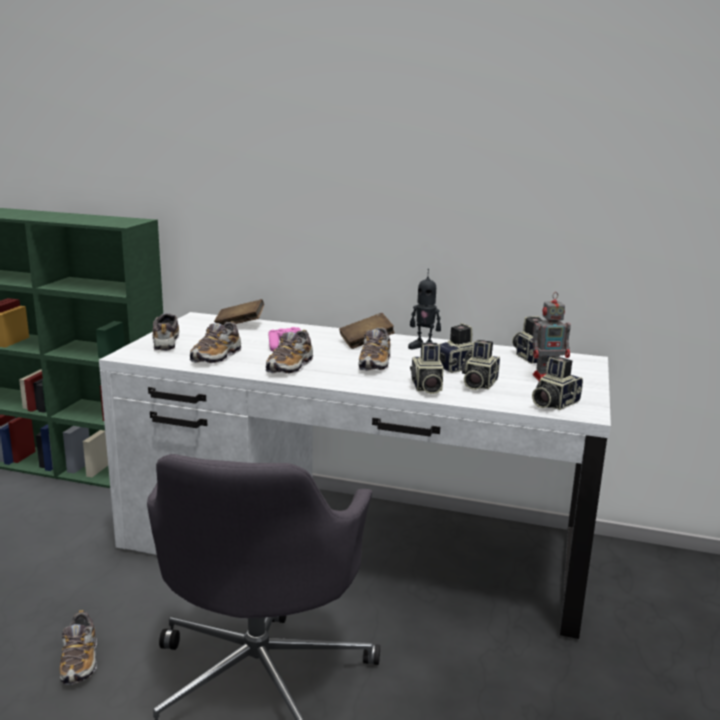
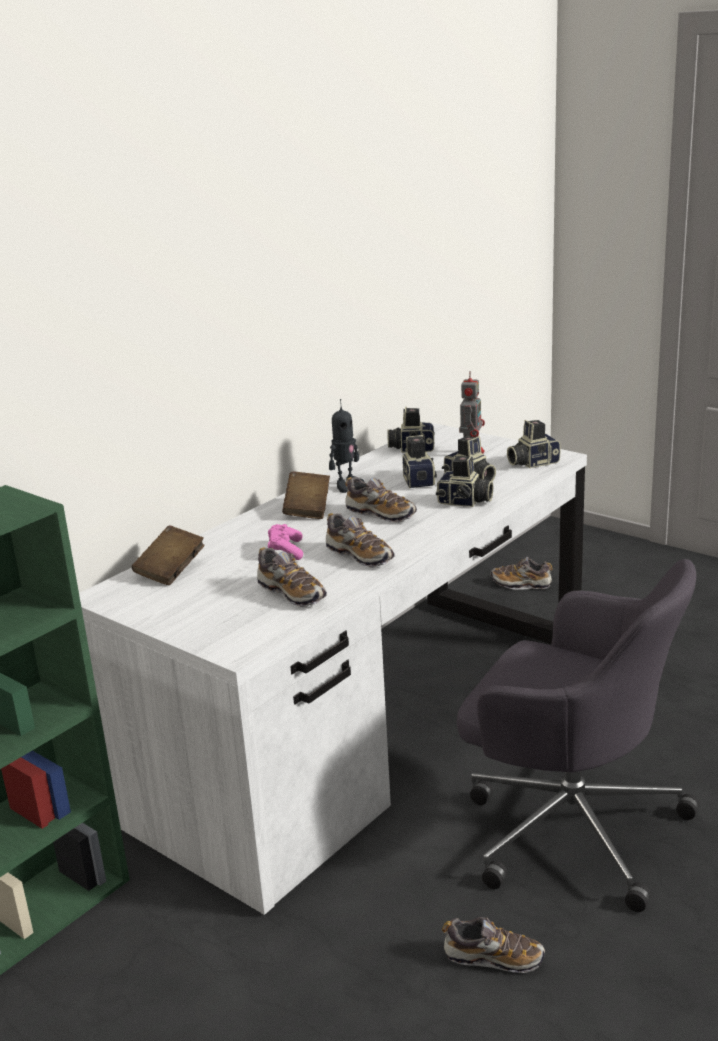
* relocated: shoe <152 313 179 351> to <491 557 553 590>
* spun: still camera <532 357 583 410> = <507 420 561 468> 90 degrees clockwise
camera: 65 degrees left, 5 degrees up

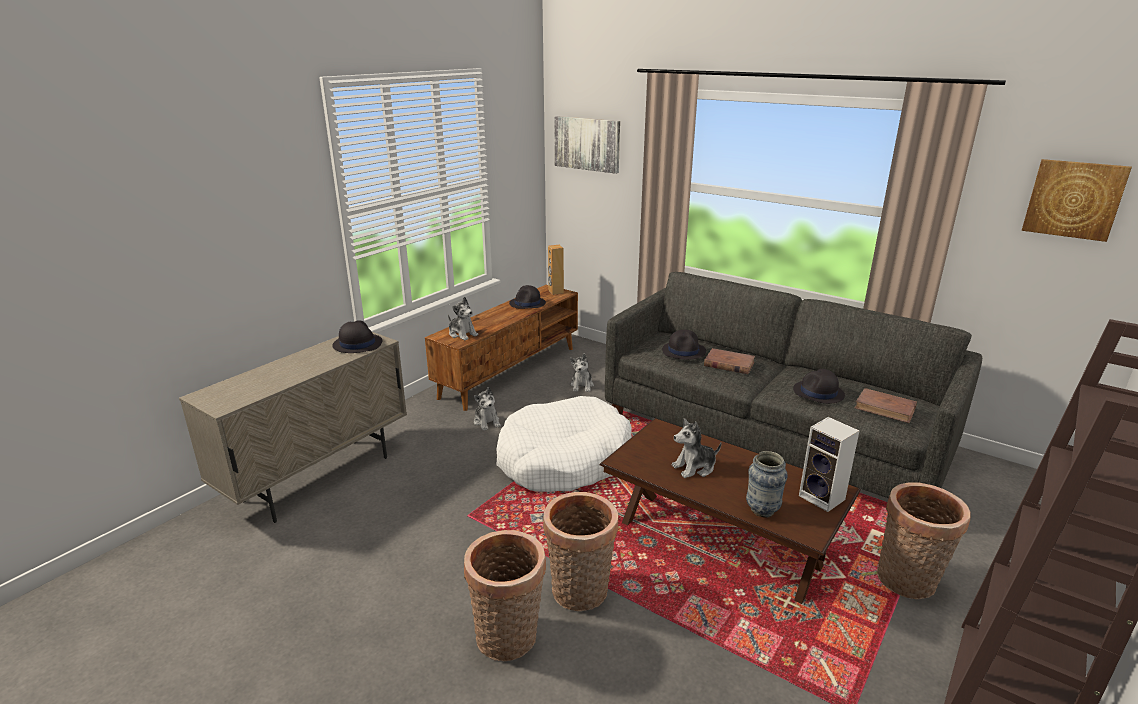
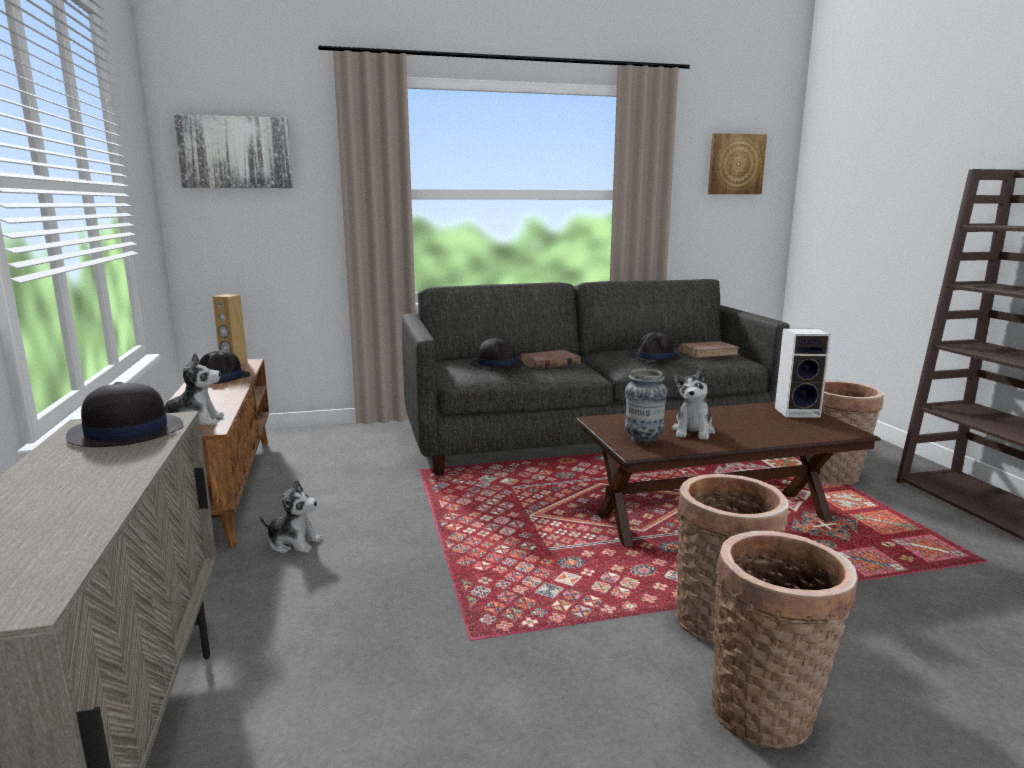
* missing: white-coloured pet bed <496 396 632 492>
* missing: plush toy <570 354 594 392>
* relocated: decorative vase <746 451 788 518> to <625 369 668 444>
camera: 50 degrees left, 10 degrees down

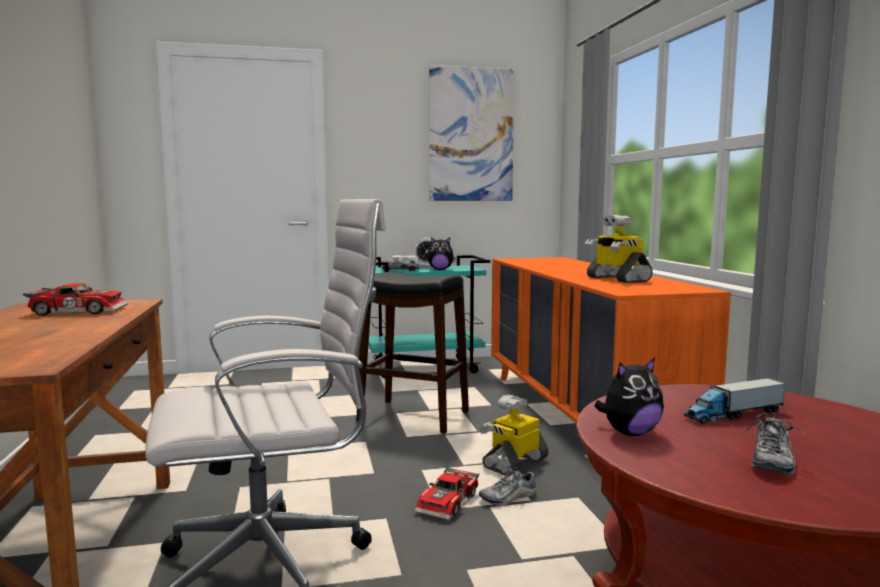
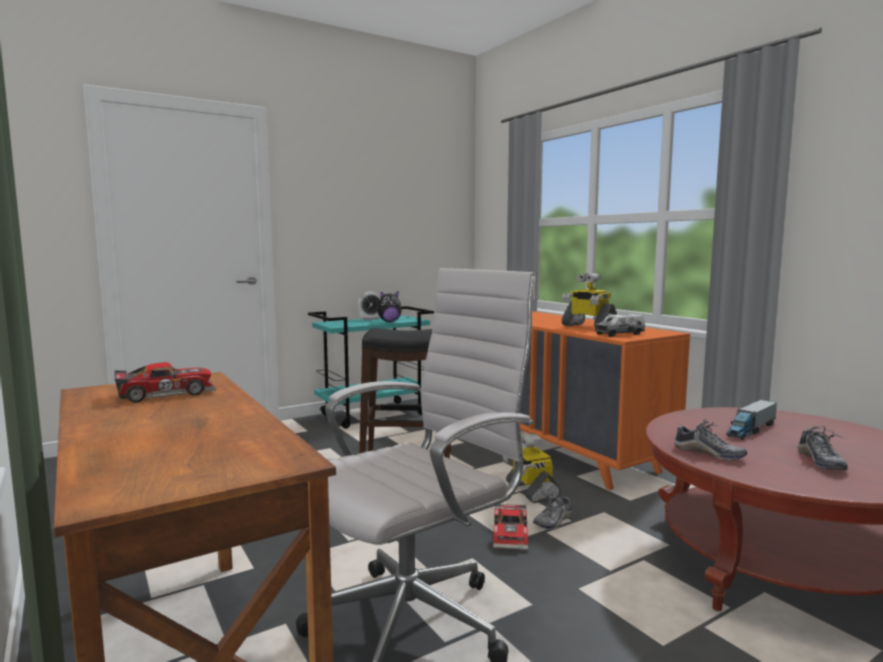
* missing: picture <429 65 515 201>
* relocated: model truck <382 255 419 272> to <595 314 645 337>
* exchanged: plush toy <594 358 664 436> to shoe <674 419 747 460>
* spun: model robot <480 395 549 475> = <502 434 561 503> 45 degrees counterclockwise
camera: 20 degrees left, 0 degrees up

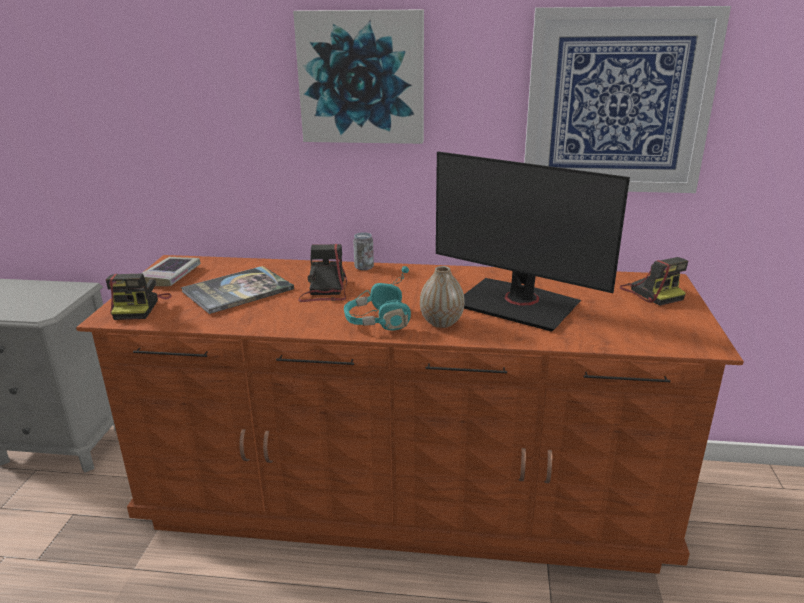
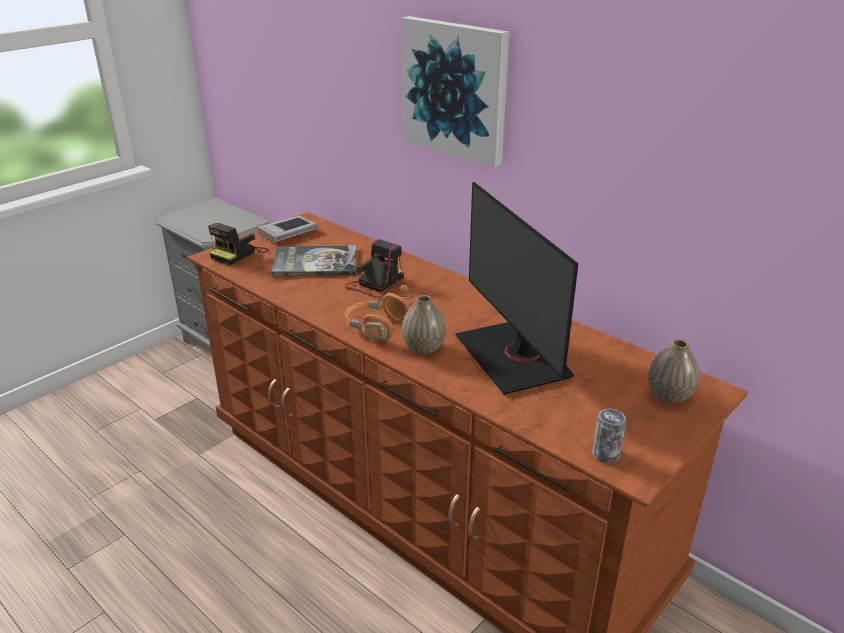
* missing: picture <524 6 731 193>
* relocated: sealed can <353 232 374 270> to <592 409 626 463>
* exchanged: still camera <619 257 688 306> to decorative vase <648 339 700 403>
* colour: turquoise-coloured headset <344 266 411 330> to orange headset <345 285 413 341>
camera: 35 degrees right, 5 degrees up

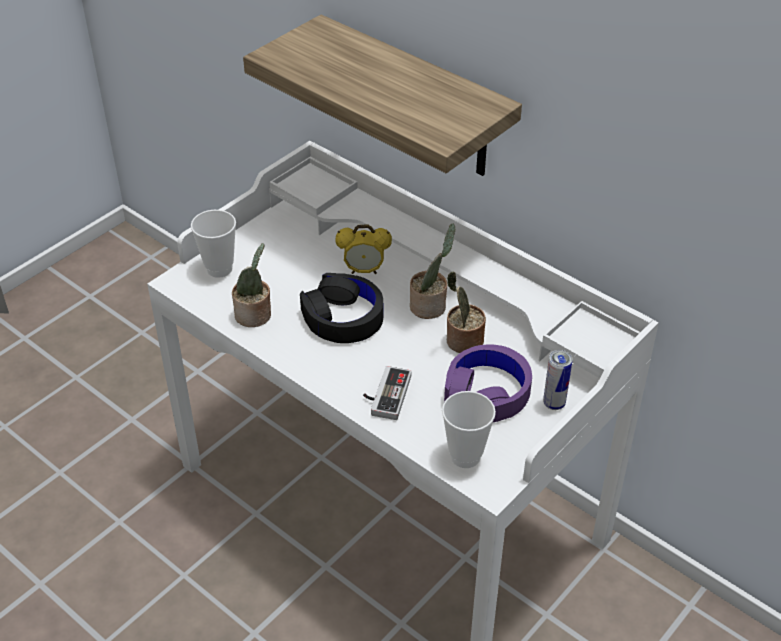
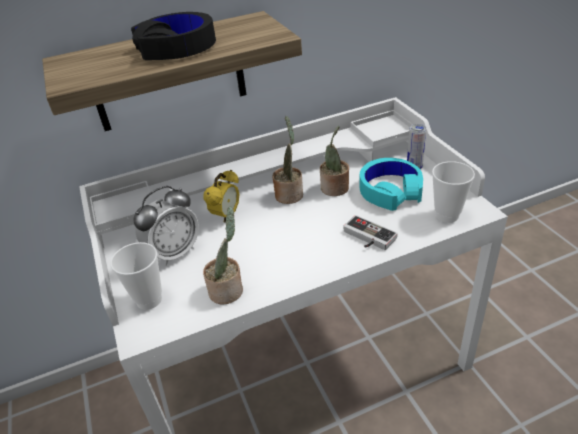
* appeared: table clock <133 186 199 266>
* relocated: blackish headset <300 273 383 343> to <131 12 216 60>
* colour: purple headset <444 344 532 422> to turquoise-coloured headset <360 158 423 211>
camera: 60 degrees left, 5 degrees down

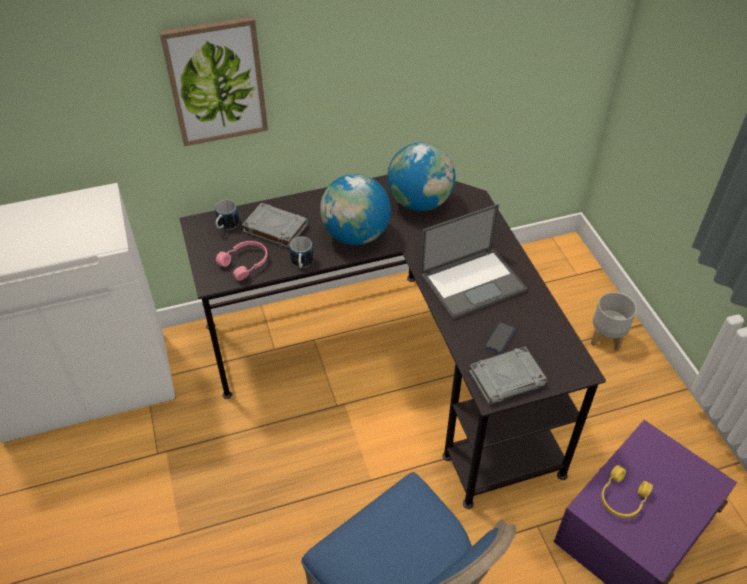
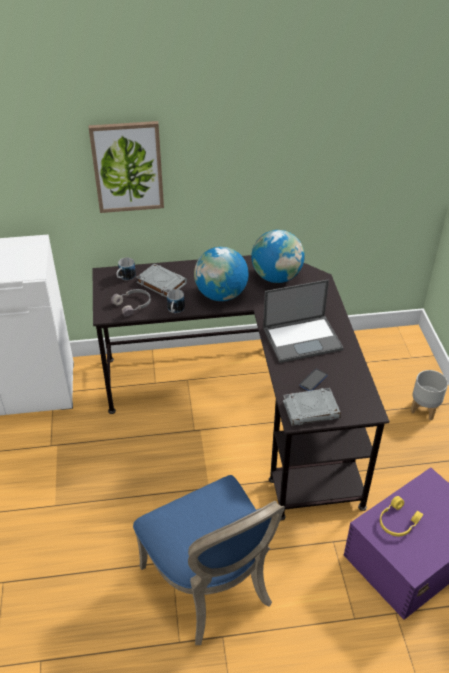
* colour: pinkish headset <216 241 267 281> to greyish headset <111 289 151 317>
camera: 10 degrees right, 5 degrees down

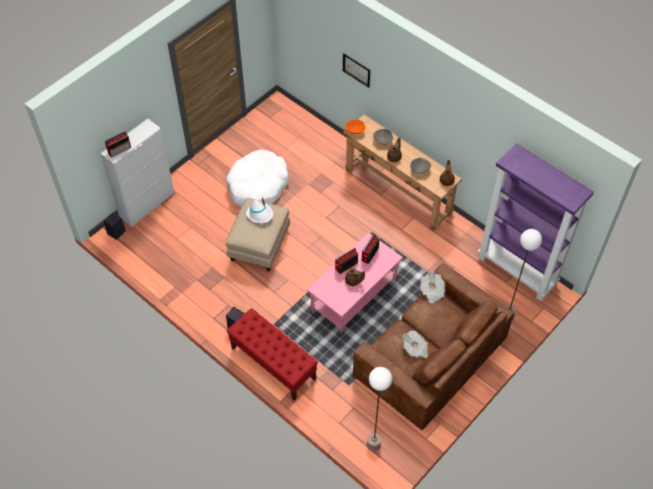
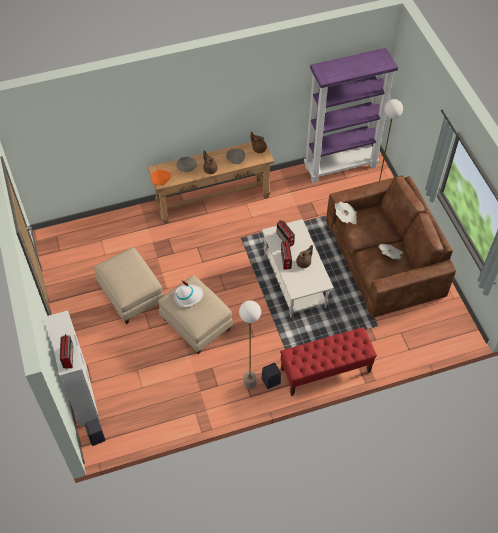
* missing: picture <343 53 370 88>
* relocated: standing lamp <367 367 392 452> to <239 300 261 389>
* exchanged: white-coloured pet bed <226 150 289 207> to sand-coloured footrest <94 247 164 324>
* colour: pinkish coffee table <307 232 403 334> to white-coloured coffee table <262 219 334 318>
camera: 60 degrees left, 0 degrees up

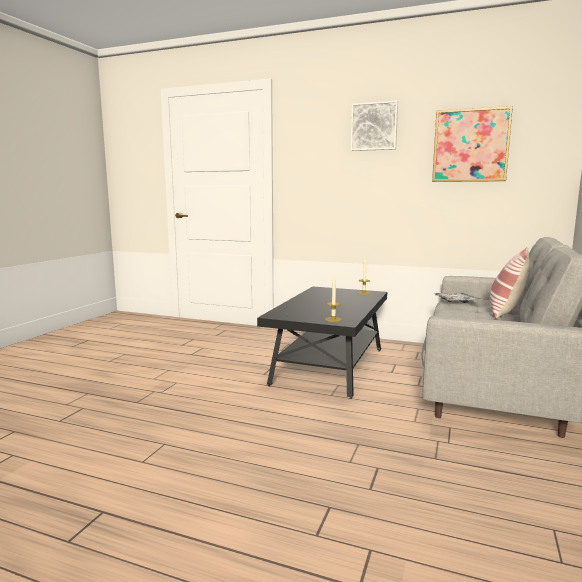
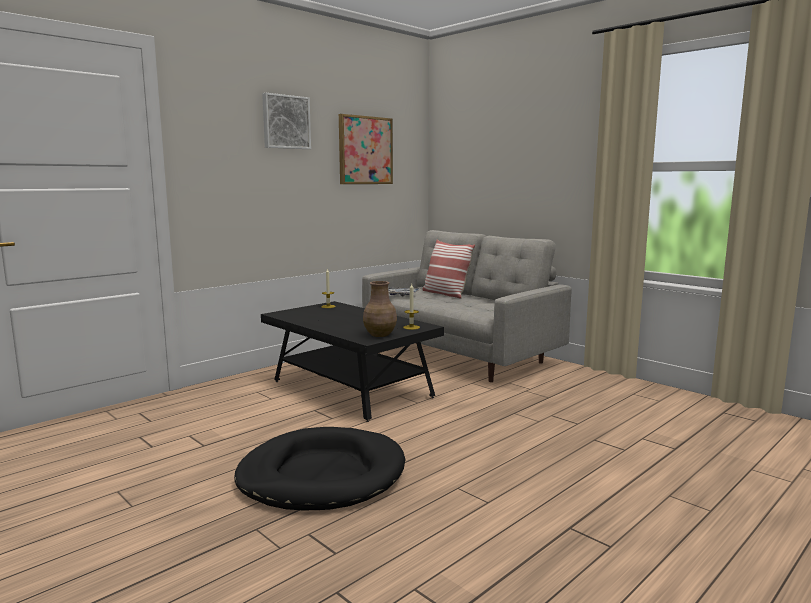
* appeared: blackish pet bed <234 427 406 510>
* appeared: brown-coloured decorative vase <363 281 397 337>
camera: 65 degrees left, 0 degrees up

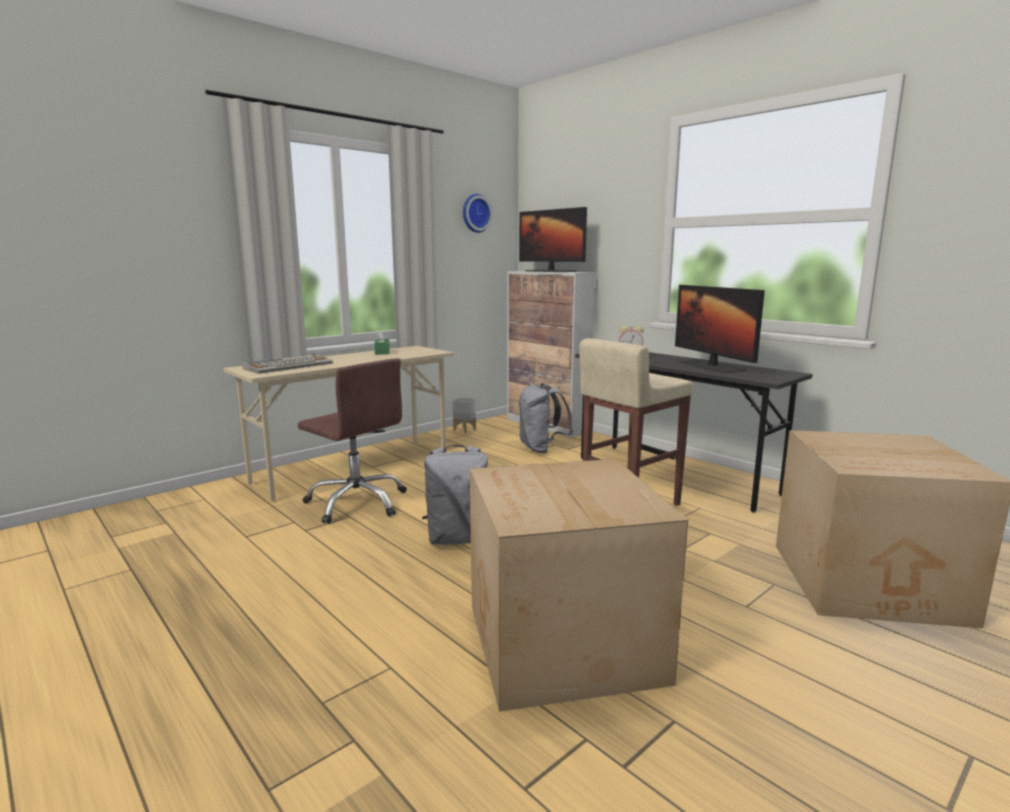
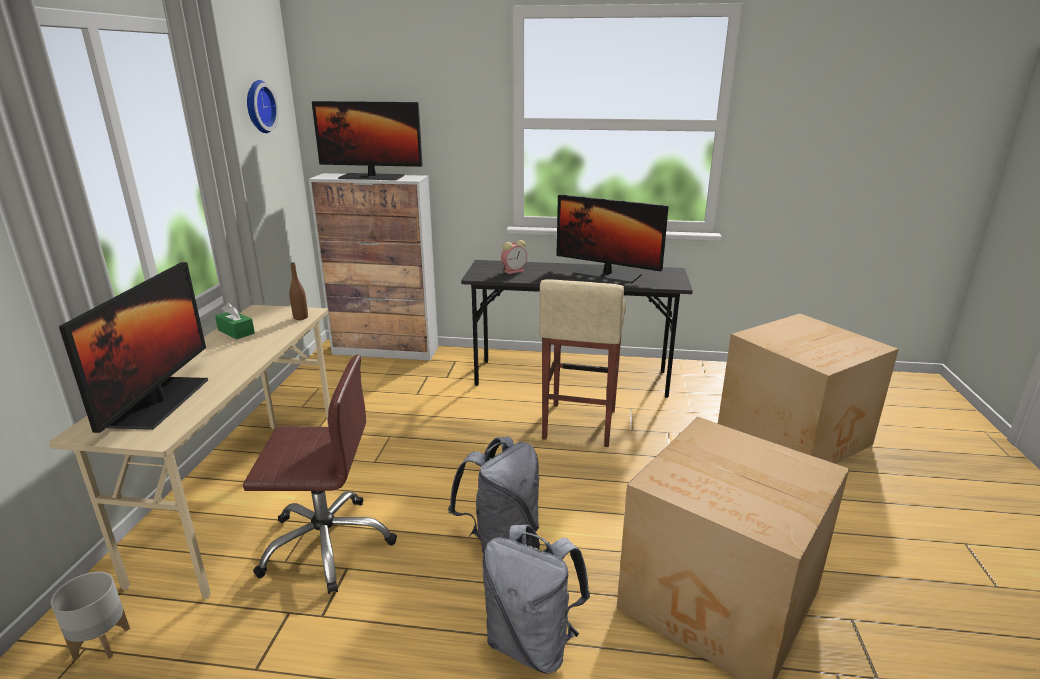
* appeared: brown-coloured bottle <289 262 308 320>
* relocated: greyish flower pot <453 397 476 434> to <51 571 130 660>
* relocated: greyish rucksack <519 383 573 453> to <482 525 590 674>
* exchanged: computer keyboard <242 354 333 374> to computer screen <59 262 208 433>
camera: 40 degrees left, 10 degrees up

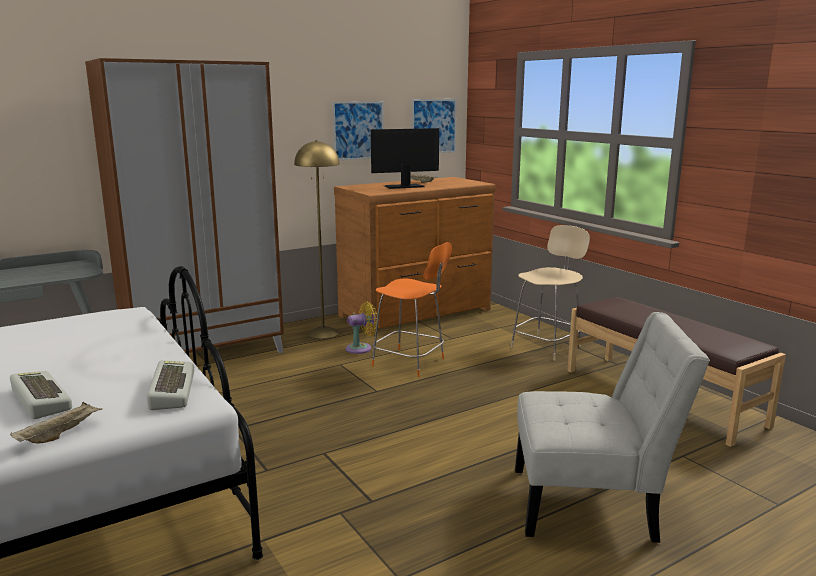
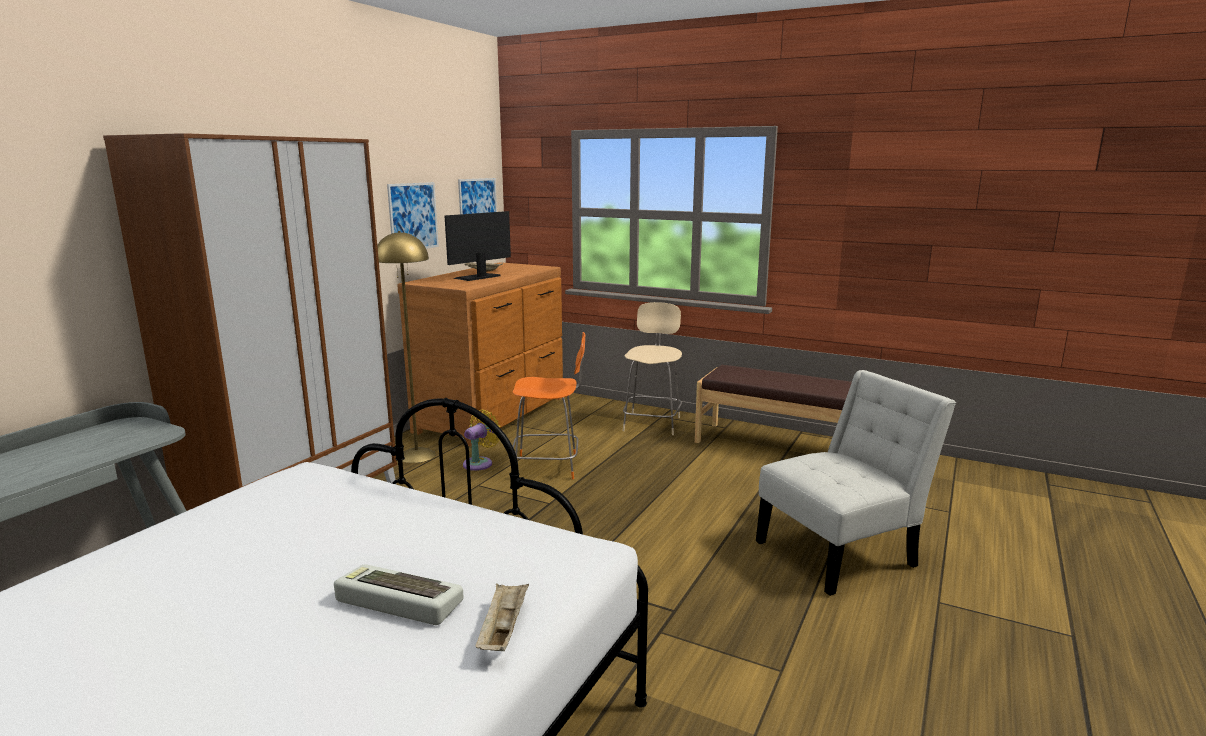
* missing: computer keyboard <147 360 194 410>
camera: 30 degrees left, 0 degrees up

